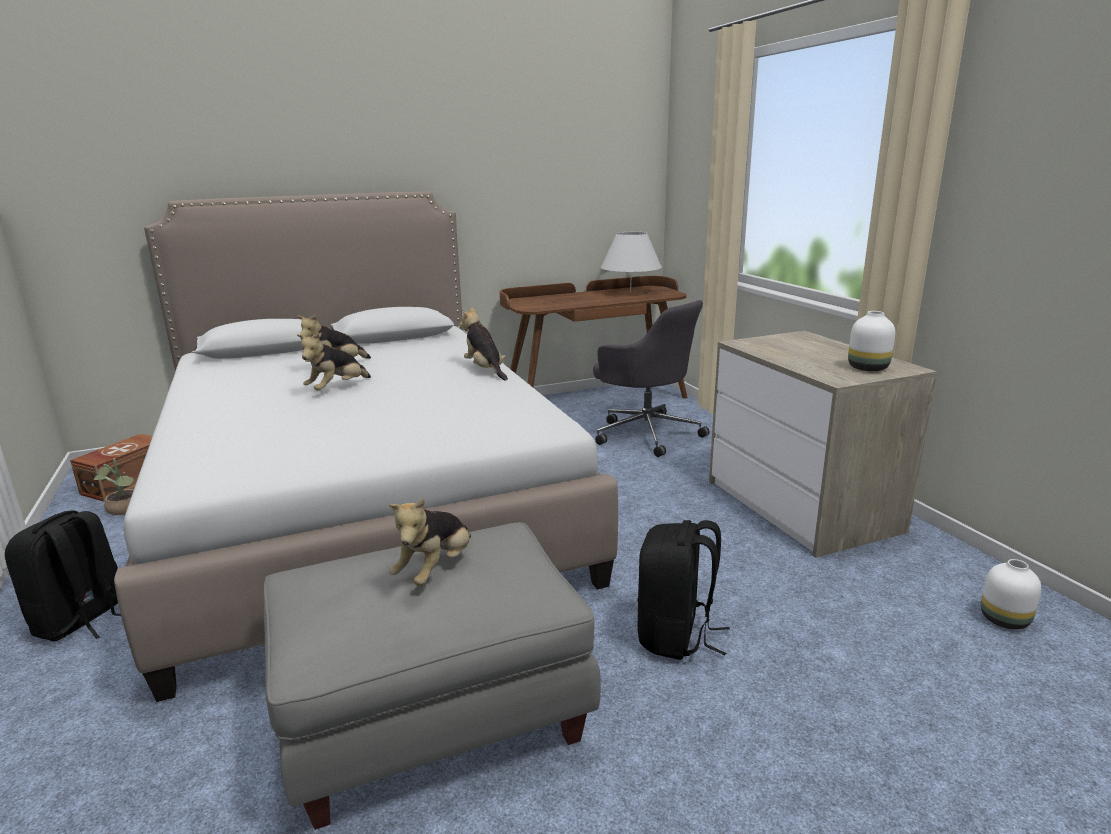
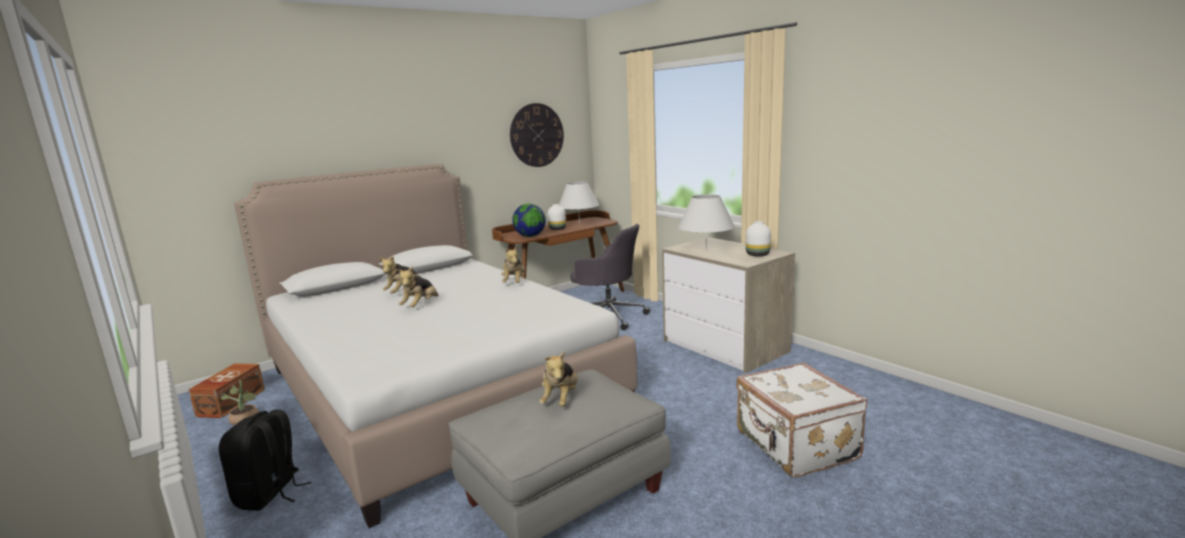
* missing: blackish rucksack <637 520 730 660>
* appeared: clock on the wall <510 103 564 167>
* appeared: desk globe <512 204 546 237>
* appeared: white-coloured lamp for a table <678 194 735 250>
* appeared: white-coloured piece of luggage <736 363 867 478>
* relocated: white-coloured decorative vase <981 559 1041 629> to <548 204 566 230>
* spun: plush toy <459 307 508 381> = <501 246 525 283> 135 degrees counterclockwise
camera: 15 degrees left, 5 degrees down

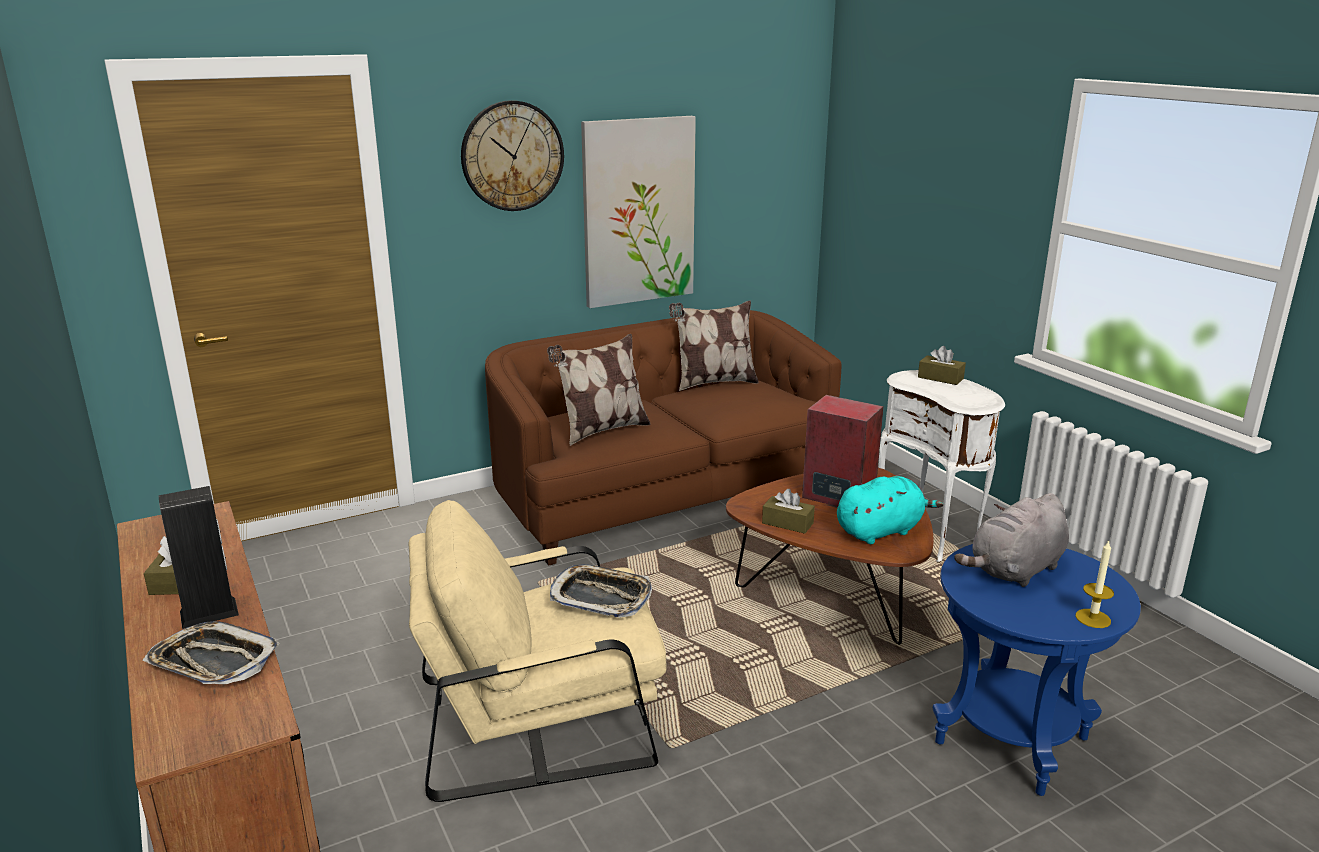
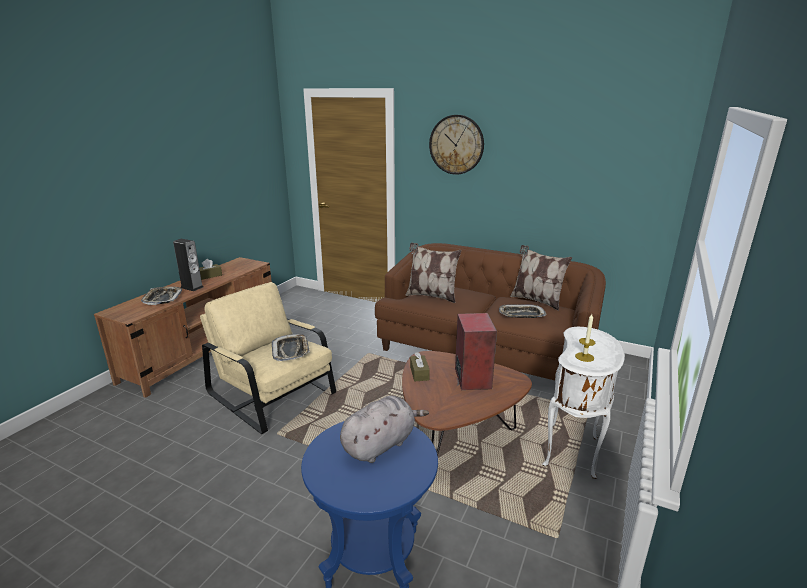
* missing: picture <581 116 696 308>
* missing: turquoise-coloured plush toy <837 476 944 544>
* missing: brown-coloured tissue holder <918 346 966 385>
* appeared: serving tray <499 304 547 318>
* relocated: wax candle <1075 540 1114 628> to <575 314 595 362>
* spun: greyish plush toy <954 493 1069 587> = <340 396 429 463> 120 degrees clockwise
camera: 55 degrees right, 0 degrees up

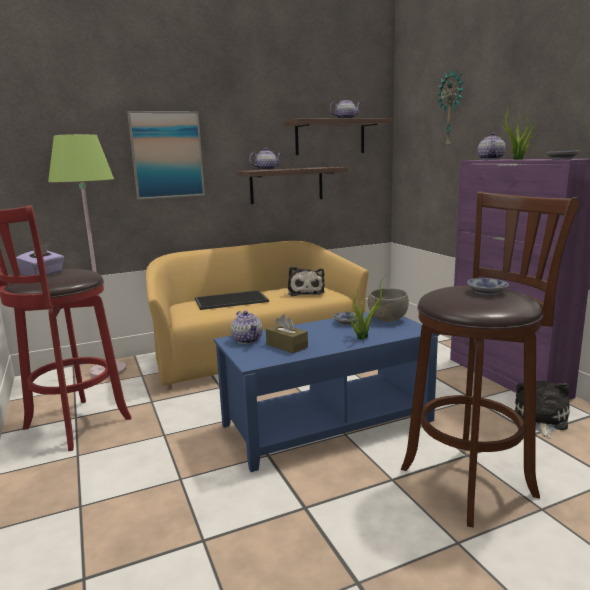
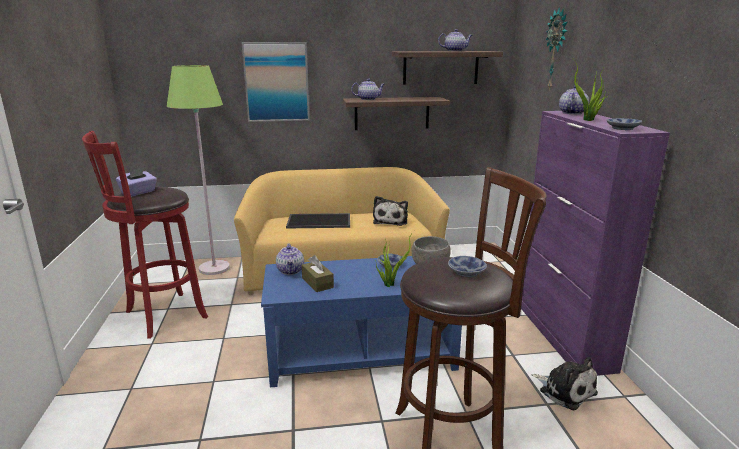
* spun: plush toy <515 381 569 439> = <532 357 598 410> 105 degrees clockwise
camera: 15 degrees right, 5 degrees up

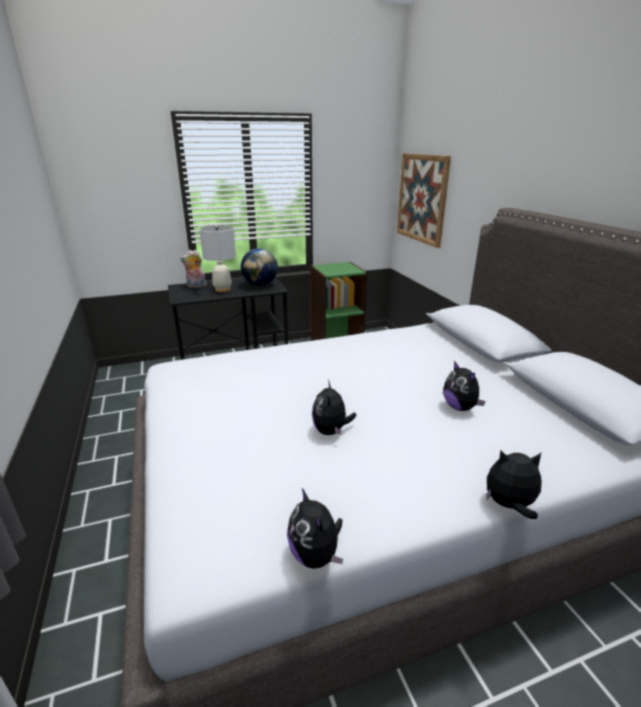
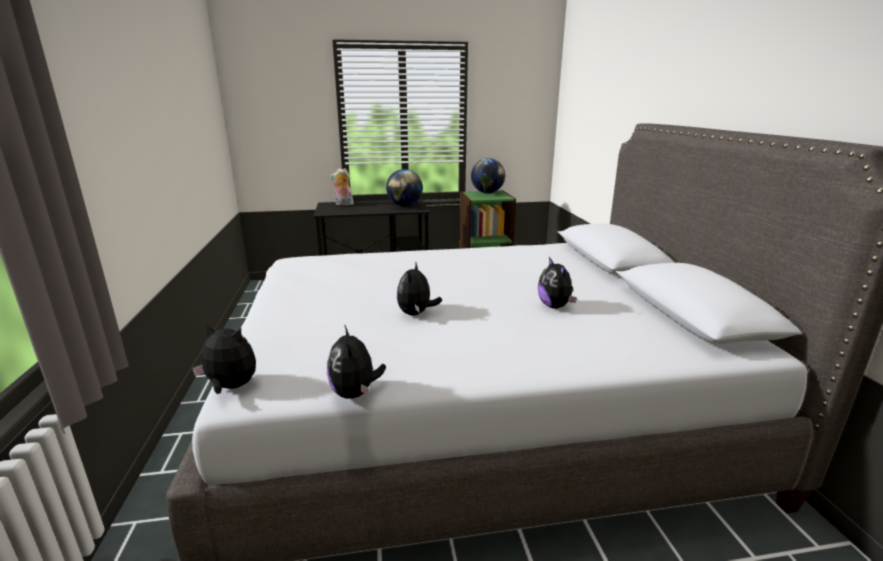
* missing: white-coloured lamp for a table <199 225 236 292>
* missing: picture <397 153 451 248>
* appeared: desk globe <471 158 505 193>
* relocated: plush toy <486 450 542 519> to <192 323 256 394>
camera: 10 degrees right, 5 degrees down

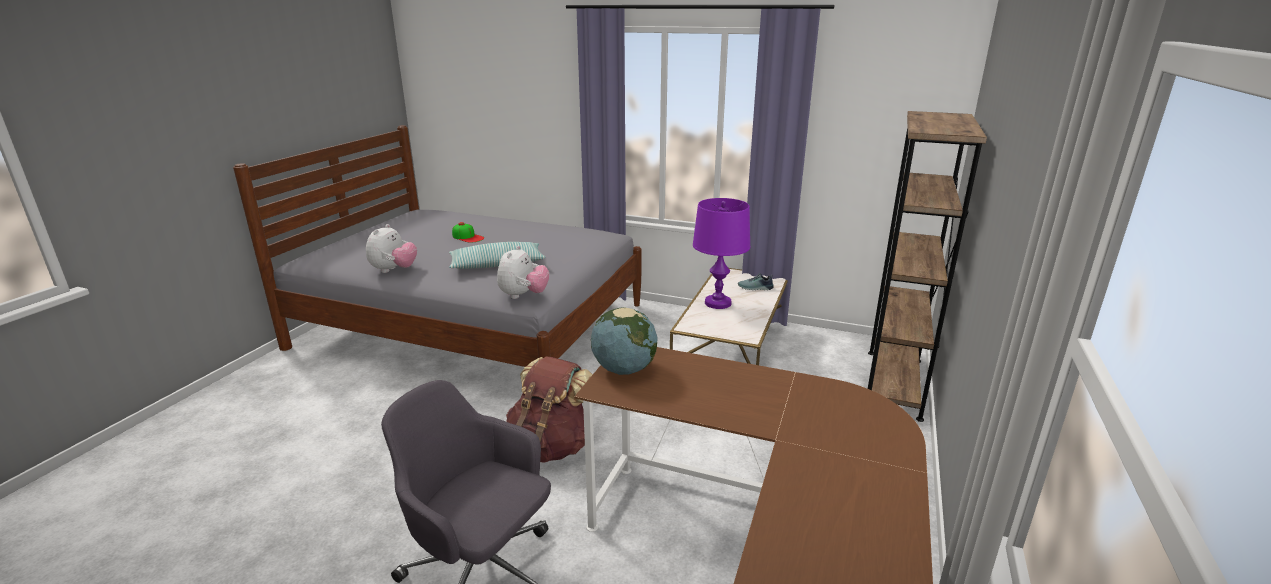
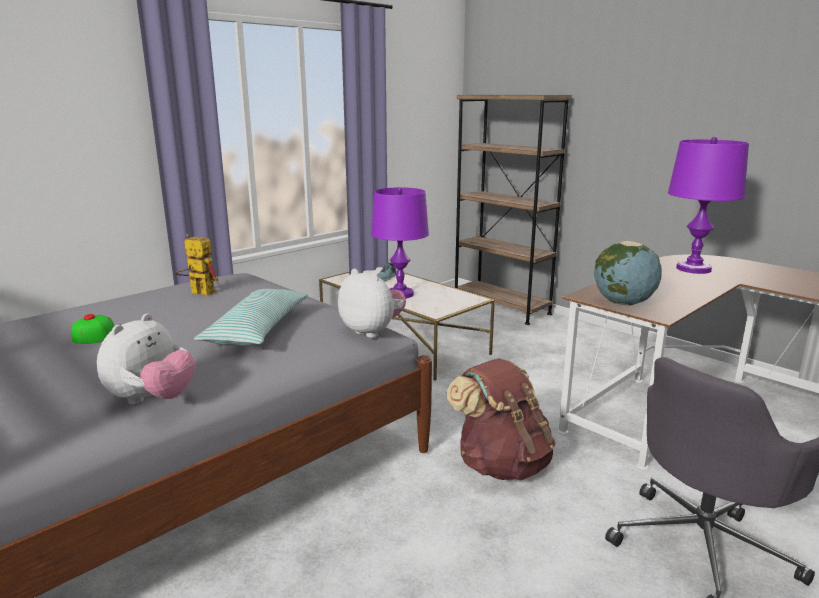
* appeared: model robot <175 234 219 296>
* appeared: purple lamp for a table <668 137 749 274>
* spun: plush toy <366 224 417 273> = <97 314 196 405> 75 degrees clockwise
camera: 65 degrees left, 5 degrees down

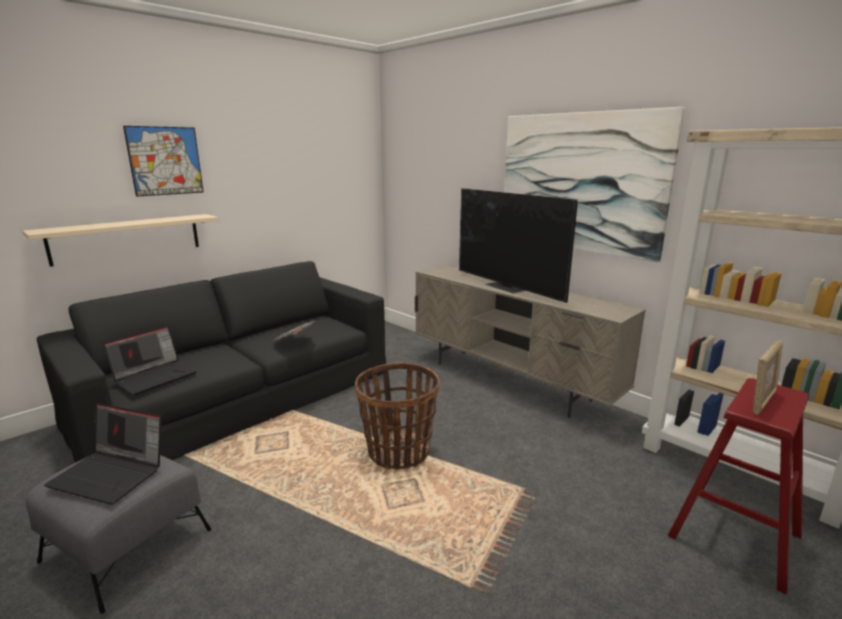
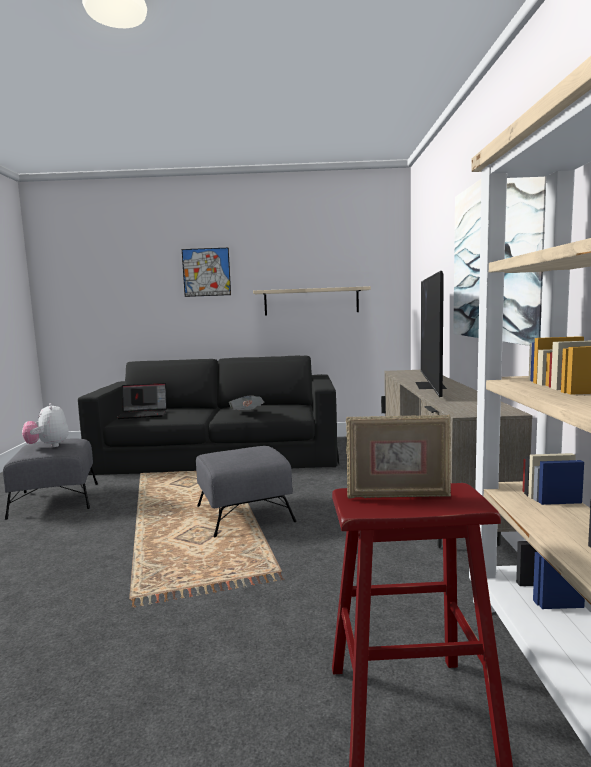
* relocated: sand-coloured wall shelf <22 214 219 267> to <253 286 371 316>
* exchanged: portable computer <44 403 162 505> to plush toy <22 403 69 447>
* exchanged: basket <355 363 439 470> to greyish footrest <196 446 297 537>
camera: 45 degrees right, 10 degrees down

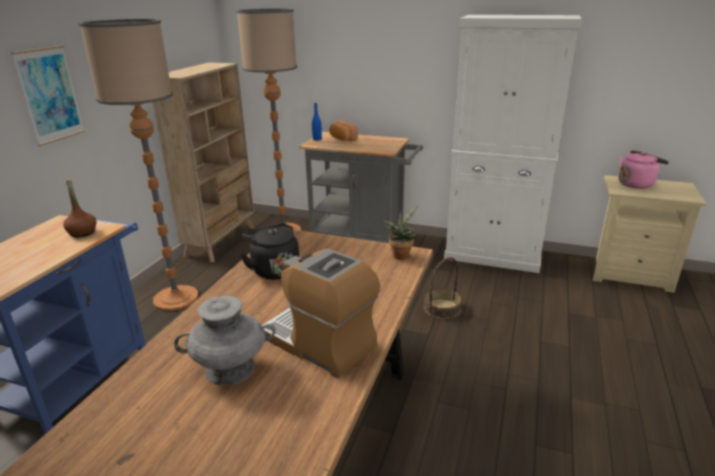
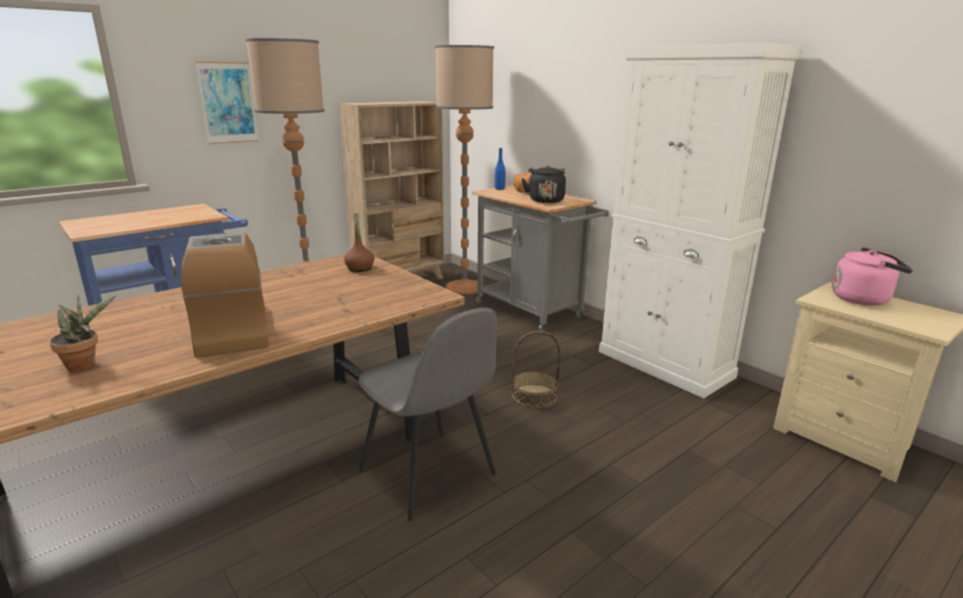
* missing: greyish decorative vase <174 296 276 385>
* appeared: greyish upright chair <359 308 497 521>
* relocated: brown-coloured bottle <63 179 97 237> to <344 212 374 272>
* relocated: blackish tea kettle <241 223 299 280> to <521 165 566 203>
* relocated: potted plant <382 205 419 260> to <50 295 116 372>
camera: 30 degrees right, 5 degrees down

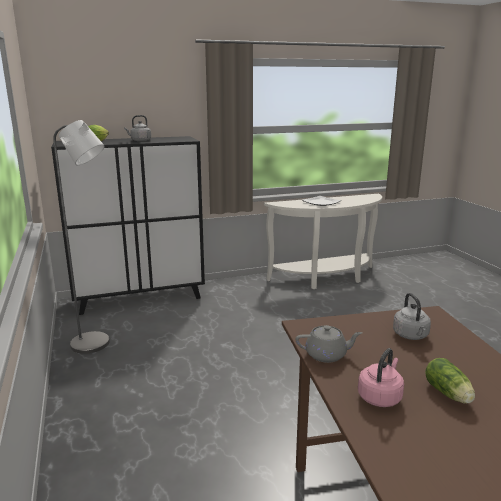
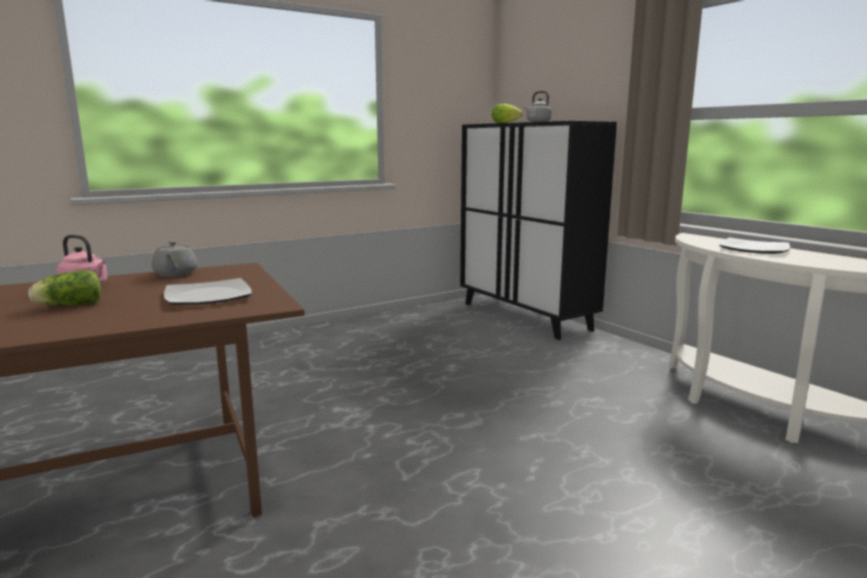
* missing: greyish standing lamp <53 120 110 354>
* exchanged: greyish tea kettle <393 293 431 340> to dinner plate <164 278 252 305>
camera: 75 degrees right, 5 degrees down

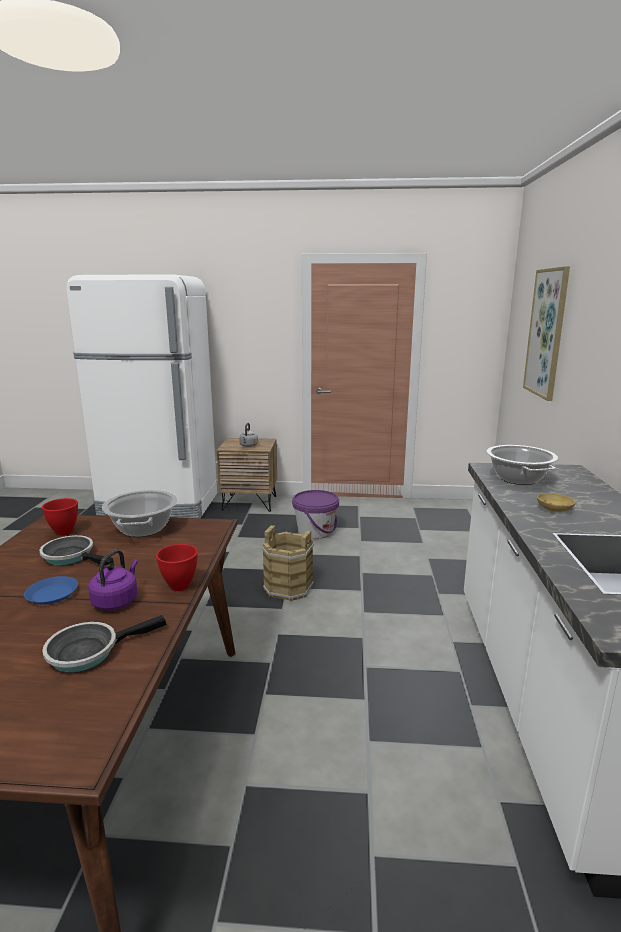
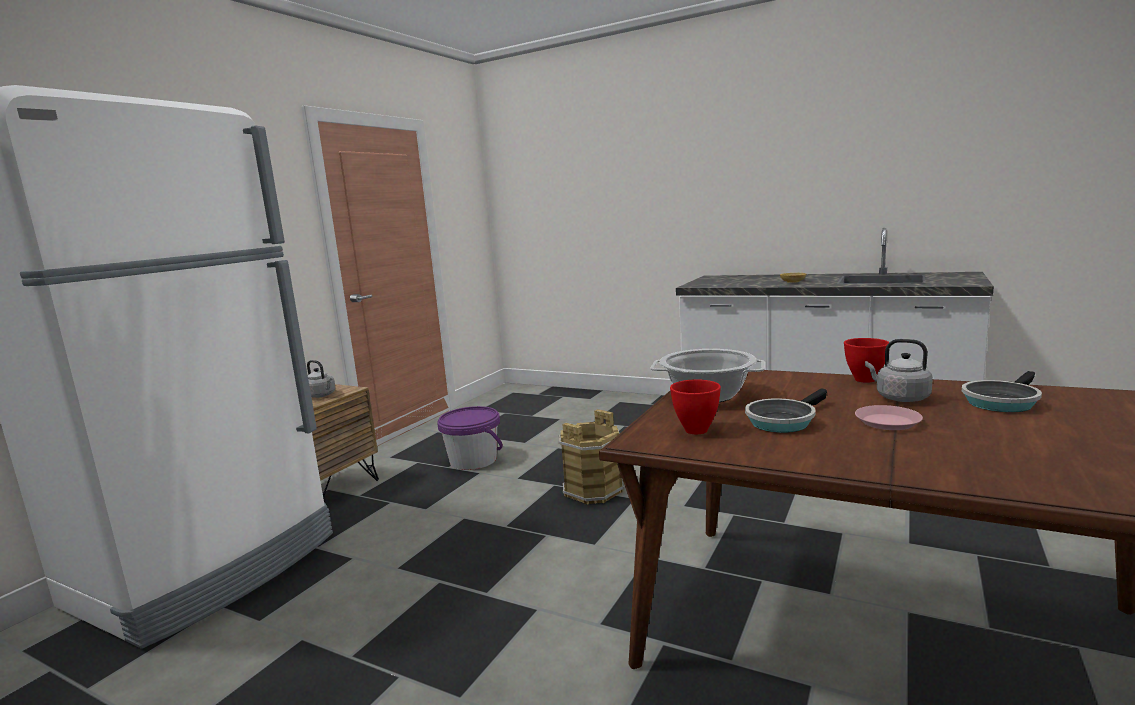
* missing: cooking pot <486 445 558 485>
* missing: picture <523 266 570 401>
* colour: bluish dinner plate <24 576 78 605> to pinkish dinner plate <855 405 923 430>
* colour: purple tea kettle <88 549 138 611> to greyish tea kettle <865 339 933 402>
* spun: skillet <42 615 167 673> = <962 371 1042 412> 60 degrees clockwise
camera: 65 degrees left, 5 degrees down

